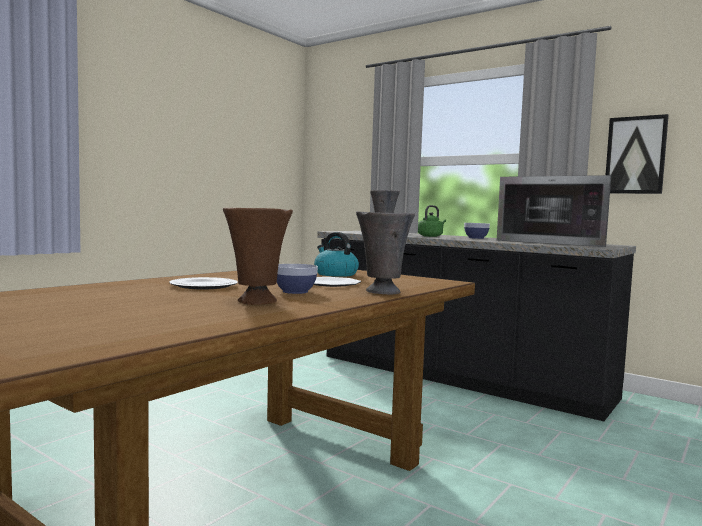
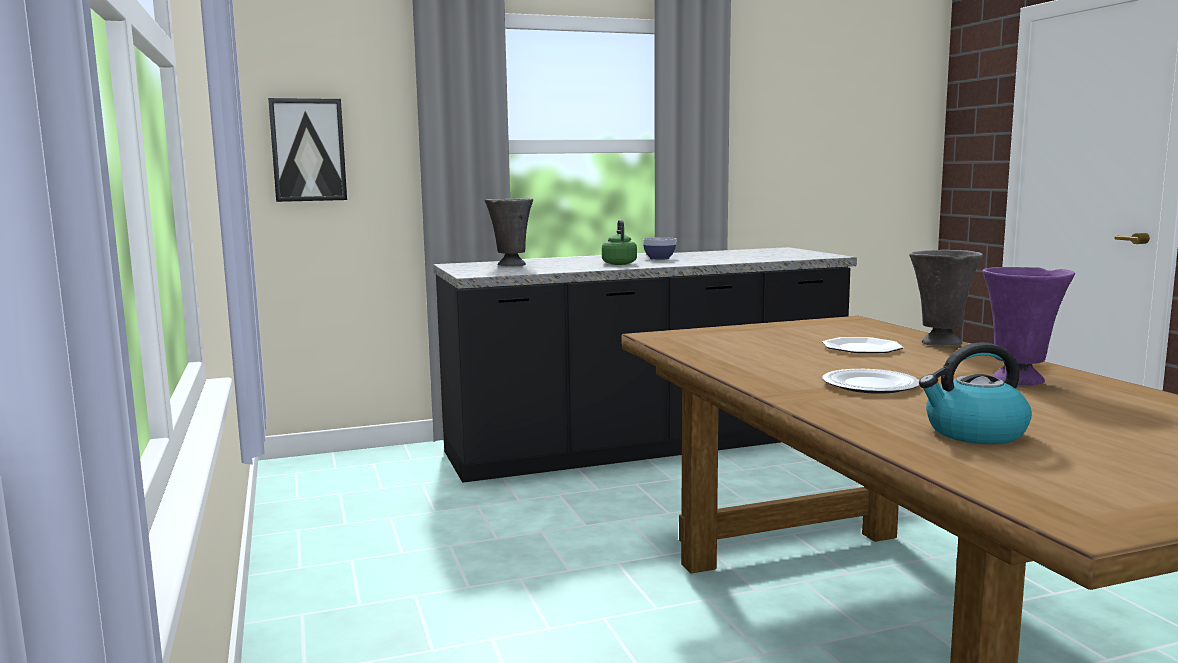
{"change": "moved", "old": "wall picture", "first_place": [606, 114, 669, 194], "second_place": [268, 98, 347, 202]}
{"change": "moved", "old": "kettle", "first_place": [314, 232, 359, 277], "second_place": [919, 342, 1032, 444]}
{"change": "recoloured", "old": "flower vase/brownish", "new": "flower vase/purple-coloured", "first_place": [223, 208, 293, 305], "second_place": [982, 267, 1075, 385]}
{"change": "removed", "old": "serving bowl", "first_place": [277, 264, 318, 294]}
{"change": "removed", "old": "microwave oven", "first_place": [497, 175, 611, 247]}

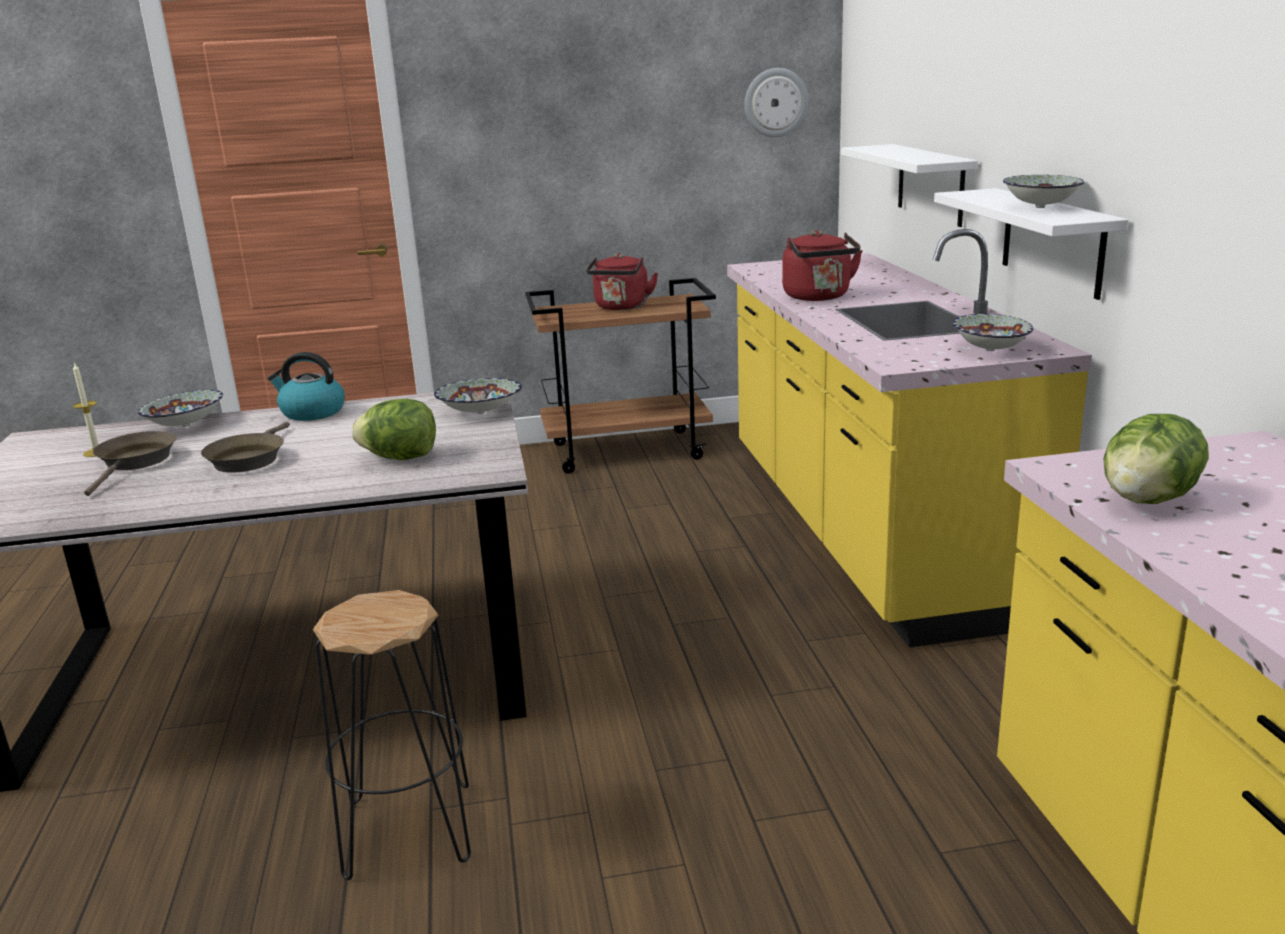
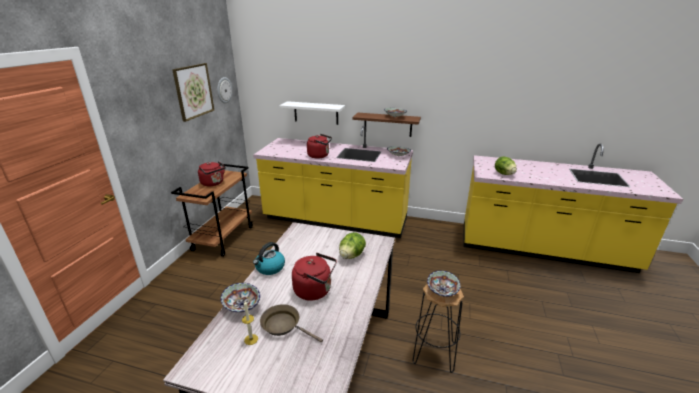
{"change": "added", "new": "wall picture", "second_place": [172, 63, 214, 122]}
{"change": "replaced", "old": "frying pan/brownish", "new": "kettle/red-coloured", "first_place": [201, 422, 290, 473], "second_place": [292, 253, 337, 301]}
{"change": "recoloured", "old": "wall shelf/white", "new": "wall shelf/brownish", "first_place": [934, 188, 1129, 300], "second_place": [352, 113, 421, 137]}
{"change": "moved", "old": "serving bowl", "first_place": [434, 378, 522, 414], "second_place": [427, 270, 460, 297]}

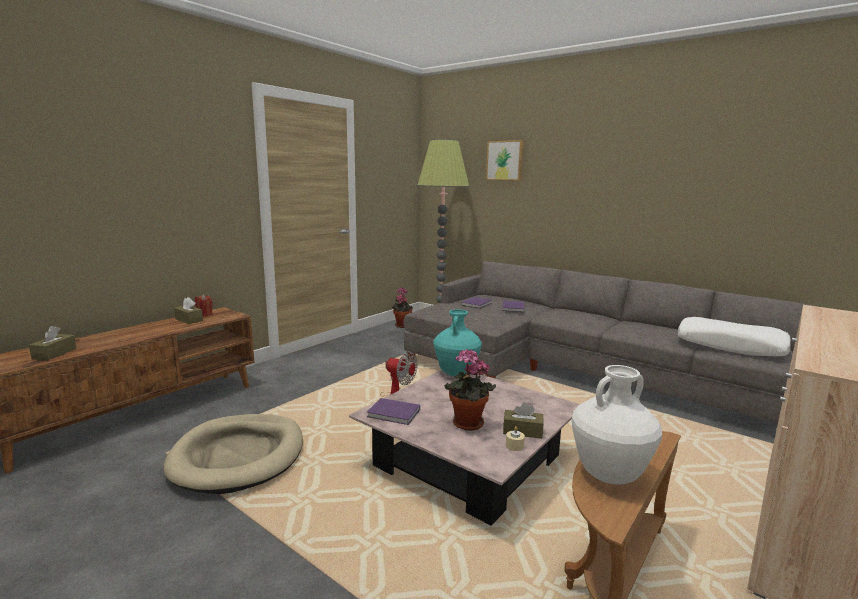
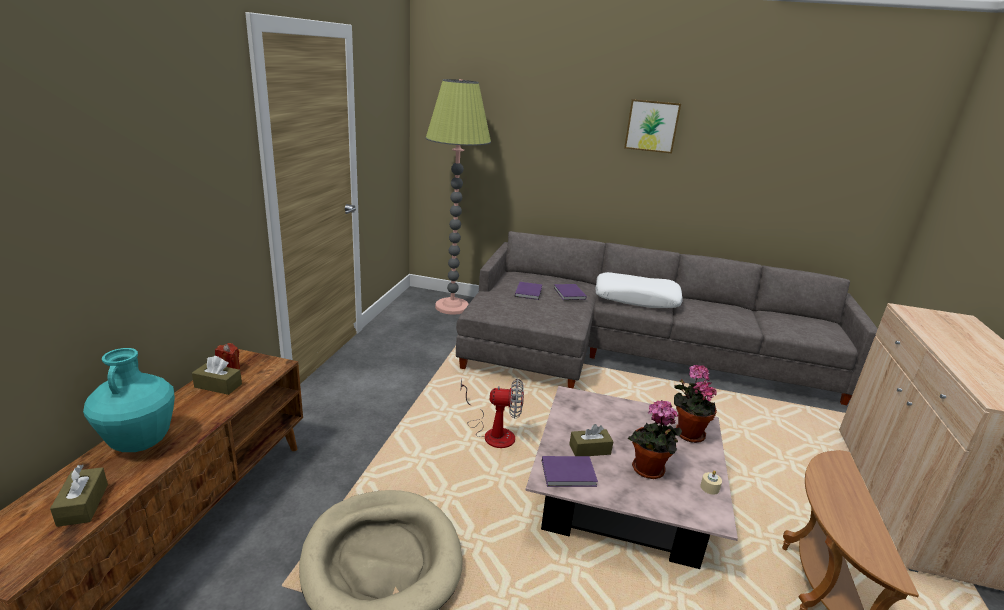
{"change": "moved", "old": "flower vase/turquoise-coloured", "first_place": [433, 309, 482, 376], "second_place": [83, 348, 175, 452]}
{"change": "moved", "old": "box of tissues/brownish", "first_place": [503, 402, 544, 439], "second_place": [569, 424, 614, 456]}
{"change": "moved", "old": "cushion/white", "first_place": [678, 317, 791, 356], "second_place": [596, 272, 682, 308]}
{"change": "moved", "old": "wall picture", "first_place": [486, 140, 524, 181], "second_place": [624, 99, 681, 154]}
{"change": "moved", "old": "potted plant", "first_place": [392, 287, 413, 328], "second_place": [674, 365, 717, 443]}
{"change": "removed", "old": "flower vase/white", "first_place": [572, 365, 662, 484]}

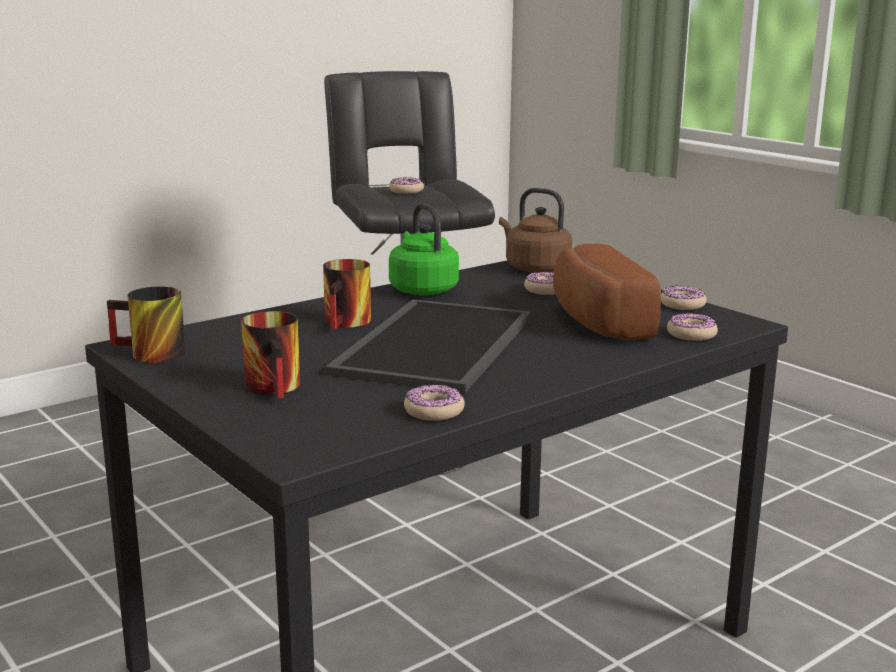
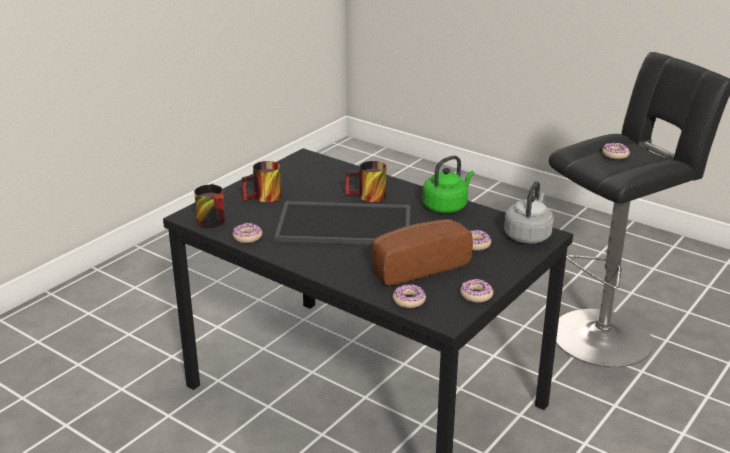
{"change": "moved", "old": "tea mug", "first_place": [107, 286, 186, 363], "second_place": [194, 184, 225, 228]}
{"change": "recoloured", "old": "kettle/brownish", "new": "kettle/gray", "first_place": [499, 188, 572, 273], "second_place": [504, 181, 553, 244]}

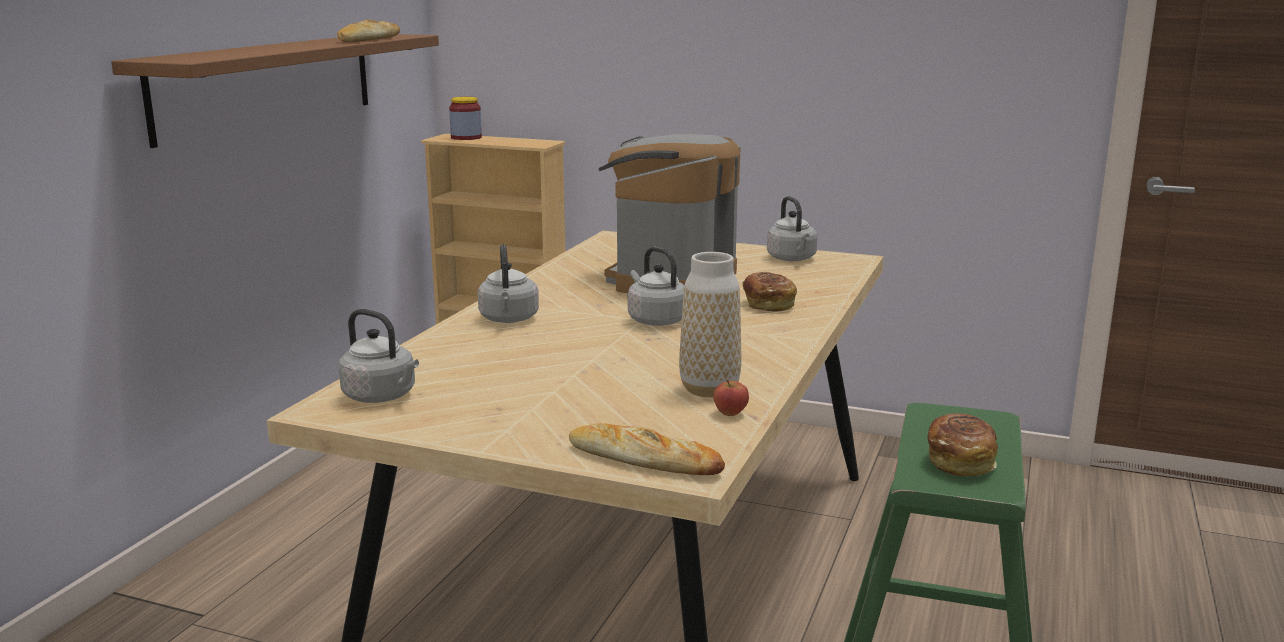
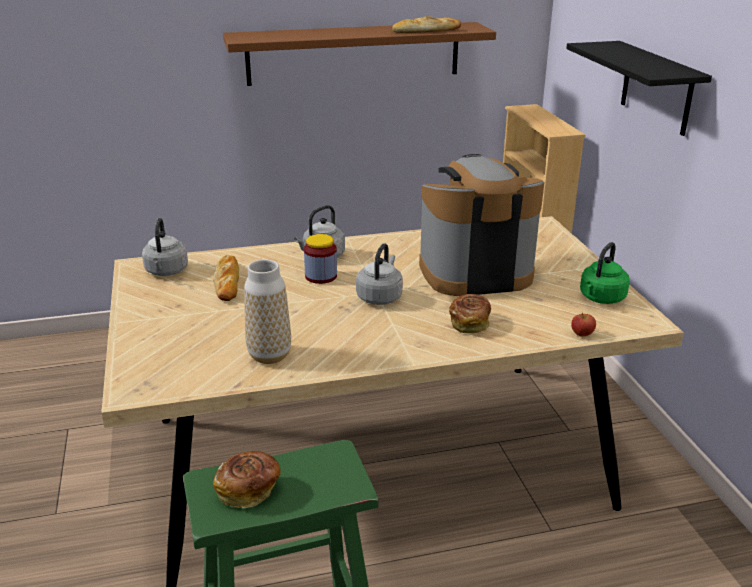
{"change": "moved", "old": "baked bread", "first_place": [569, 423, 725, 475], "second_place": [213, 255, 239, 301]}
{"change": "moved", "old": "jar", "first_place": [449, 97, 482, 140], "second_place": [304, 234, 337, 284]}
{"change": "added", "new": "wall shelf/black-coloured", "second_place": [566, 41, 712, 136]}
{"change": "moved", "old": "whole apple", "first_place": [713, 379, 749, 416], "second_place": [571, 312, 596, 337]}
{"change": "recoloured", "old": "kettle/gray", "new": "kettle/green", "first_place": [767, 196, 817, 261], "second_place": [580, 242, 630, 304]}

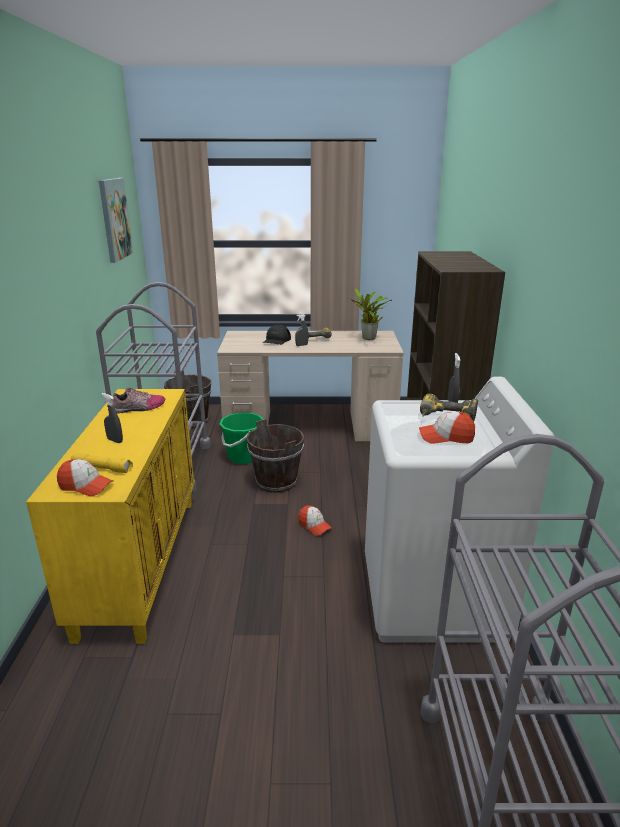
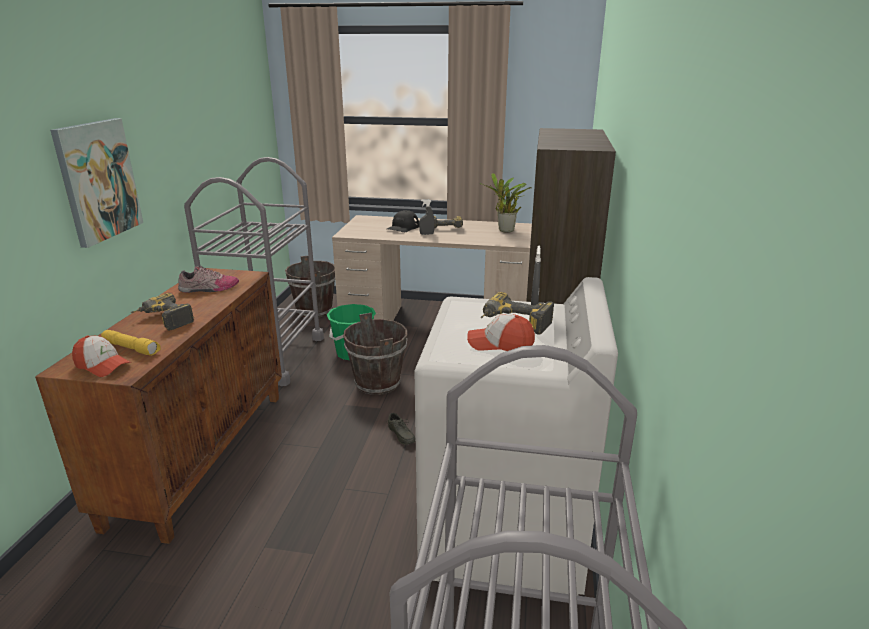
{"change": "recoloured", "old": "cabinet/yellow-coloured", "new": "cabinet/brownish", "first_place": [26, 389, 194, 644], "second_place": [35, 268, 282, 544]}
{"change": "moved", "old": "wall picture", "first_place": [99, 178, 133, 263], "second_place": [50, 118, 143, 248]}
{"change": "replaced", "old": "hand sprayer/gray", "new": "power drill", "first_place": [102, 393, 123, 443], "second_place": [131, 293, 194, 330]}
{"change": "replaced", "old": "peaked cap", "new": "item of footwear/gray", "first_place": [298, 505, 332, 536], "second_place": [386, 413, 415, 445]}

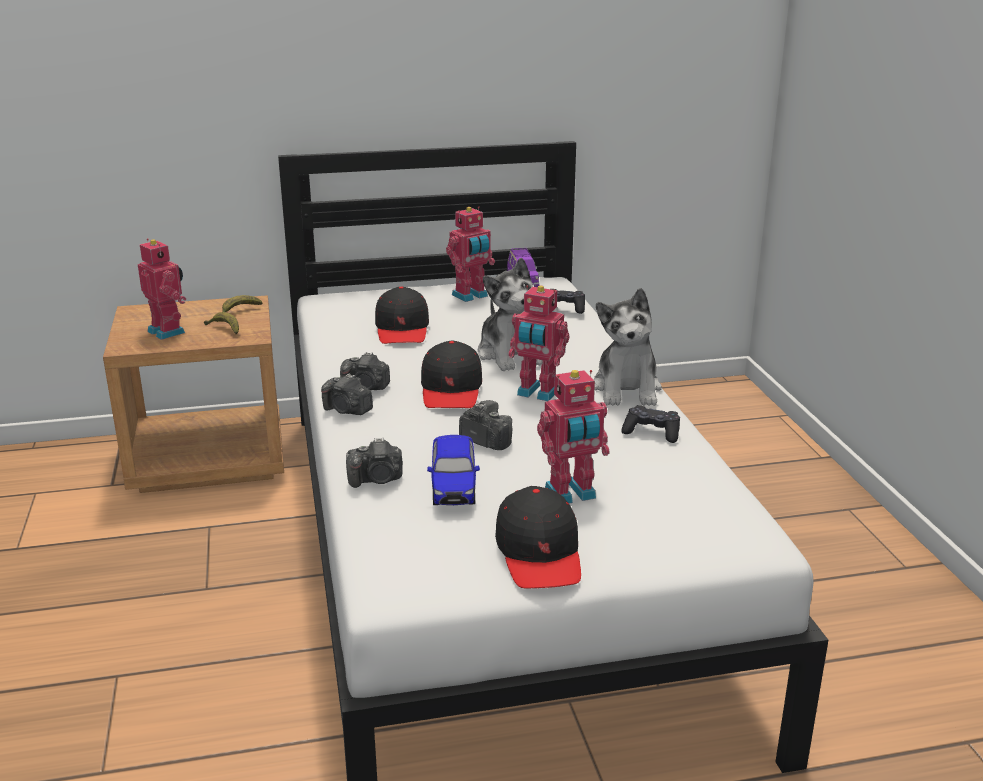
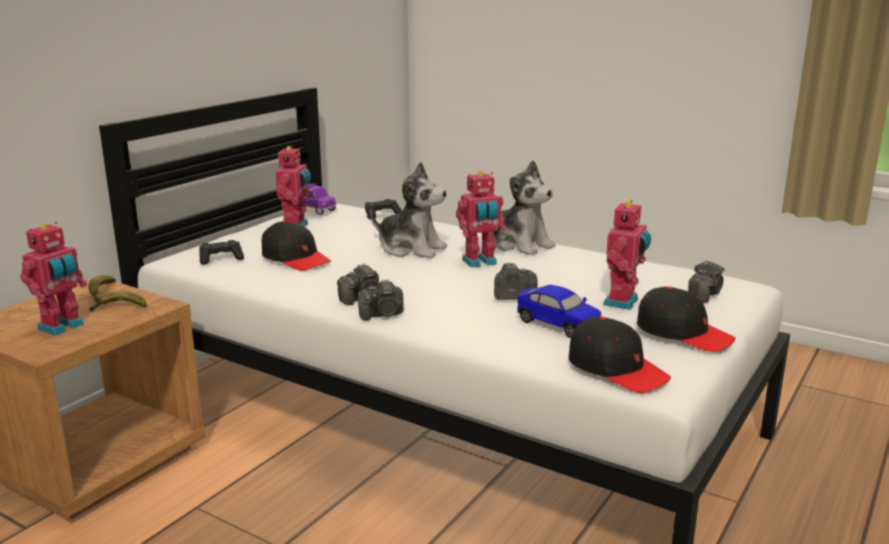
{"change": "turned", "old": "robot figure", "first_place": [138, 238, 186, 340], "second_place": [20, 222, 87, 336], "degrees": 120}
{"change": "moved", "old": "joypad/black-coloured", "first_place": [621, 405, 680, 443], "second_place": [199, 240, 244, 265]}
{"change": "moved", "old": "peaked cap/black-coloured", "first_place": [421, 341, 482, 408], "second_place": [569, 317, 671, 393]}
{"change": "moved", "old": "photo camera", "first_place": [346, 438, 403, 488], "second_place": [688, 260, 725, 303]}

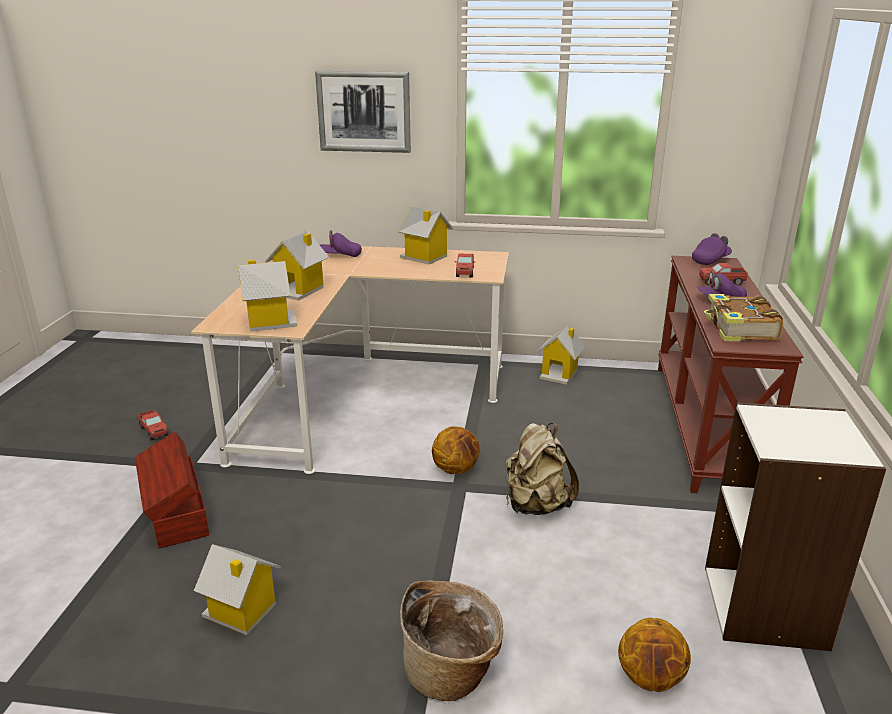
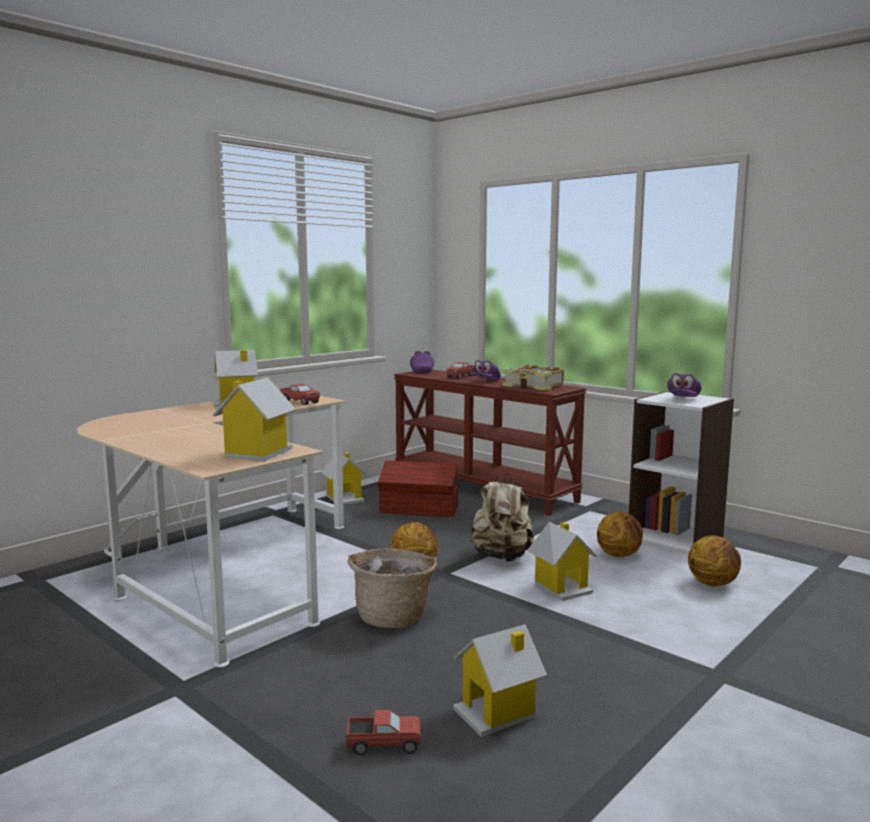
{"change": "moved", "old": "toy lorry", "first_place": [137, 410, 168, 441], "second_place": [346, 710, 421, 755]}
{"change": "moved", "old": "basket", "first_place": [400, 580, 503, 701], "second_place": [347, 548, 438, 628]}
{"change": "moved", "old": "storage container/brownish", "first_place": [135, 432, 209, 548], "second_place": [378, 460, 458, 517]}
{"change": "moved", "old": "model house", "first_place": [265, 231, 329, 301], "second_place": [527, 521, 597, 601]}
{"change": "added", "new": "basketball", "second_place": [597, 512, 643, 557]}
{"change": "moved", "old": "peaked cap/purple-coloured", "first_place": [320, 230, 362, 257], "second_place": [667, 373, 701, 397]}
{"change": "removed", "old": "wall picture", "first_place": [315, 71, 411, 153]}

